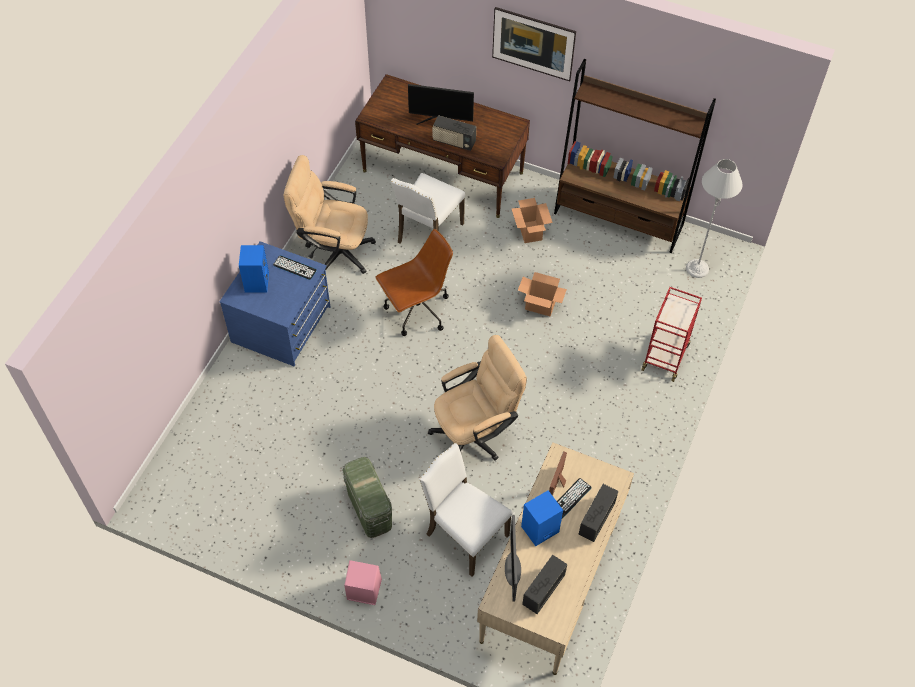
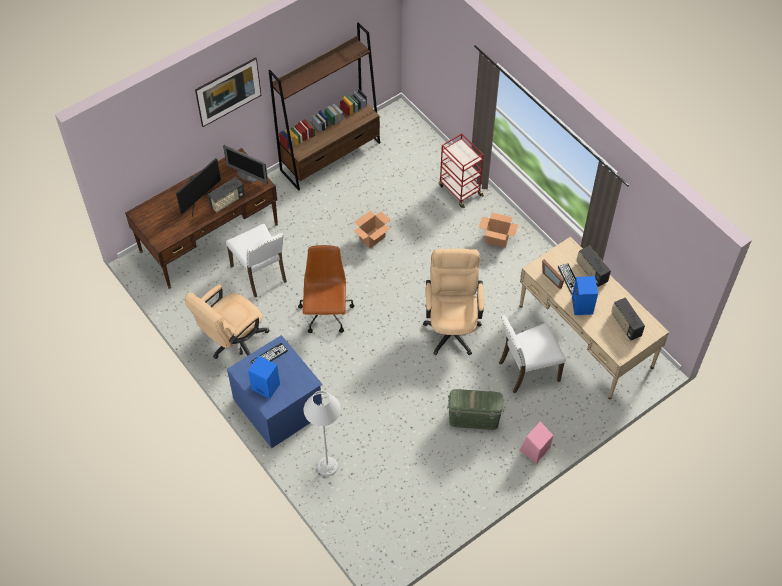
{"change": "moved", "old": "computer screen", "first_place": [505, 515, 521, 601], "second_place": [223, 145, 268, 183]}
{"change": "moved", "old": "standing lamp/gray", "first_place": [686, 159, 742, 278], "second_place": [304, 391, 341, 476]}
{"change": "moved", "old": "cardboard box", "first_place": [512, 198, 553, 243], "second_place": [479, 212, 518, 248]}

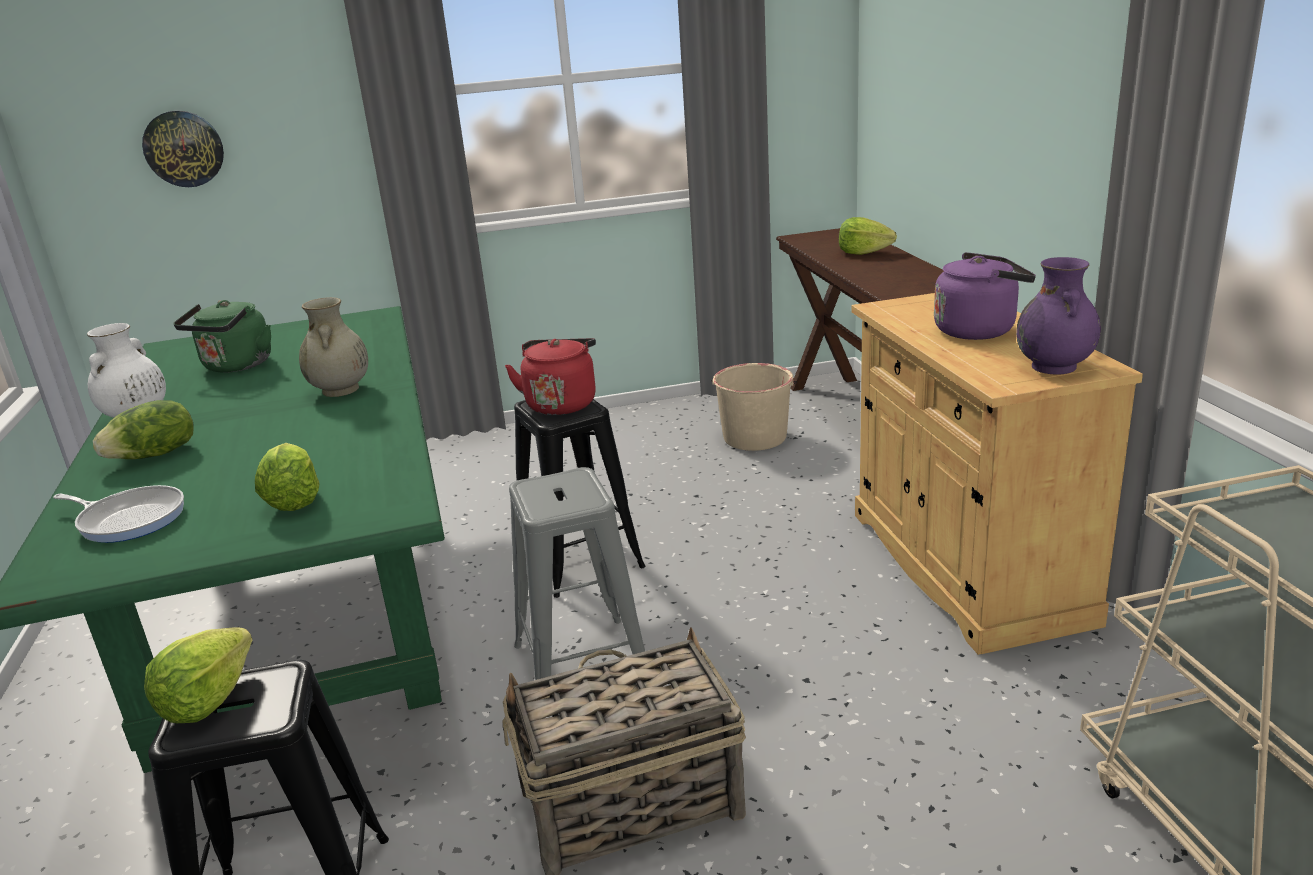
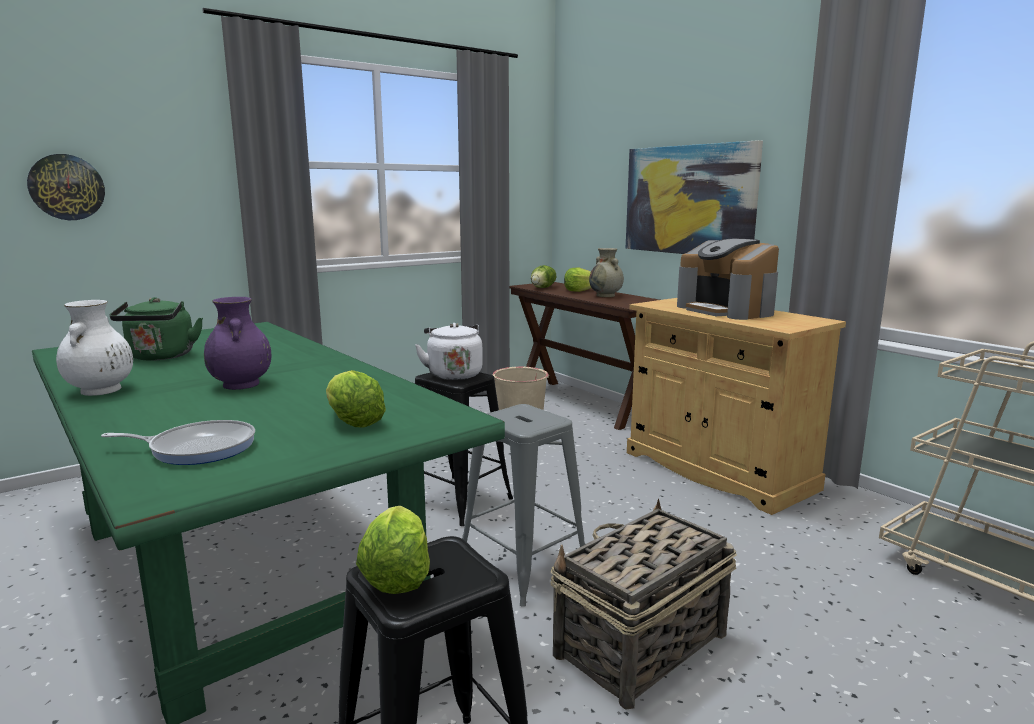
{"change": "moved", "old": "flower vase/purple-coloured", "first_place": [1016, 257, 1101, 375], "second_place": [204, 297, 271, 390]}
{"change": "recoloured", "old": "kettle/red-coloured", "new": "kettle/white", "first_place": [505, 338, 596, 415], "second_place": [415, 323, 483, 380]}
{"change": "moved", "old": "lettuce", "first_place": [93, 400, 194, 459], "second_place": [531, 265, 556, 288]}
{"change": "moved", "old": "flower vase/sand-coloured", "first_place": [299, 297, 368, 397], "second_place": [589, 248, 624, 297]}
{"change": "added", "new": "wall picture", "second_place": [626, 140, 763, 254]}
{"change": "replaced", "old": "kettle/purple-coloured", "new": "coffee brewer", "first_place": [934, 252, 1036, 340], "second_place": [677, 239, 779, 320]}

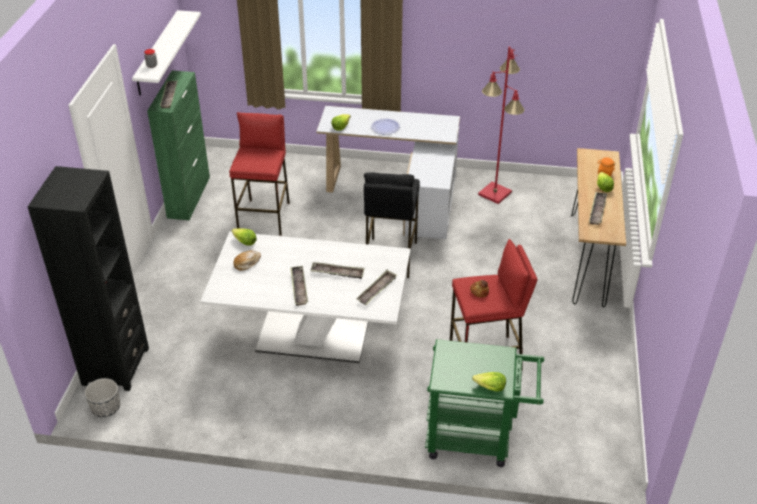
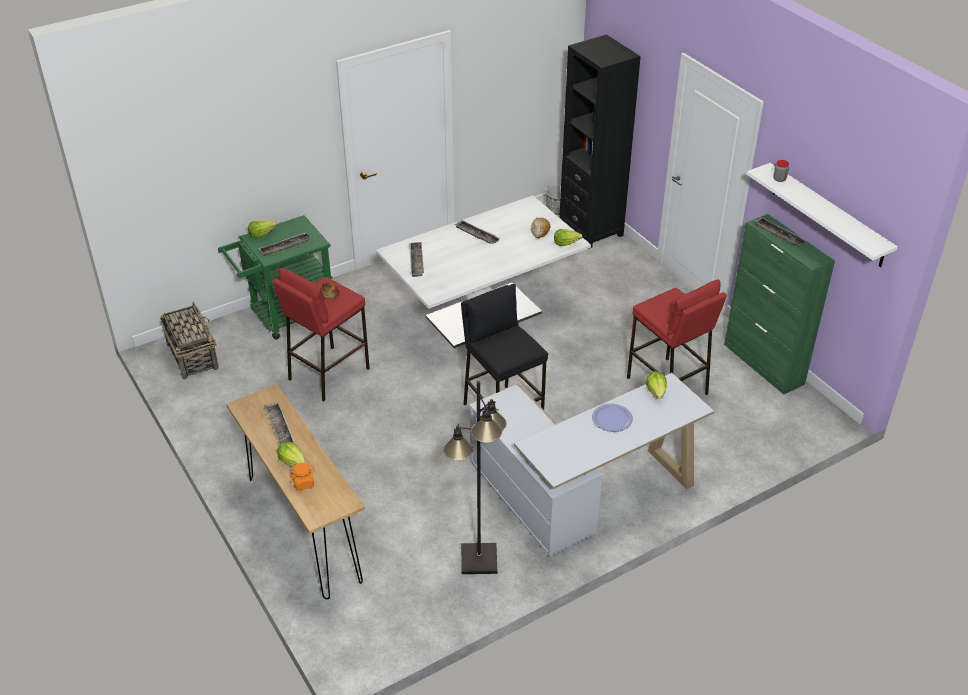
{"change": "added", "new": "basket", "second_place": [160, 302, 219, 380]}
{"change": "moved", "old": "serving tray", "first_place": [310, 262, 365, 279], "second_place": [258, 233, 311, 256]}
{"change": "recoloured", "old": "standing lamp/red-coloured", "new": "standing lamp/black-coloured", "first_place": [478, 47, 524, 204], "second_place": [443, 381, 507, 574]}

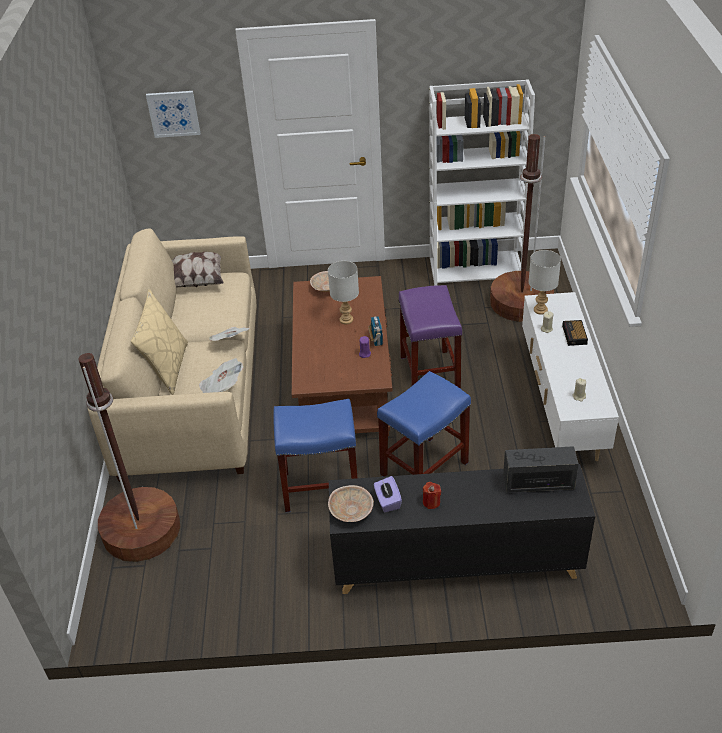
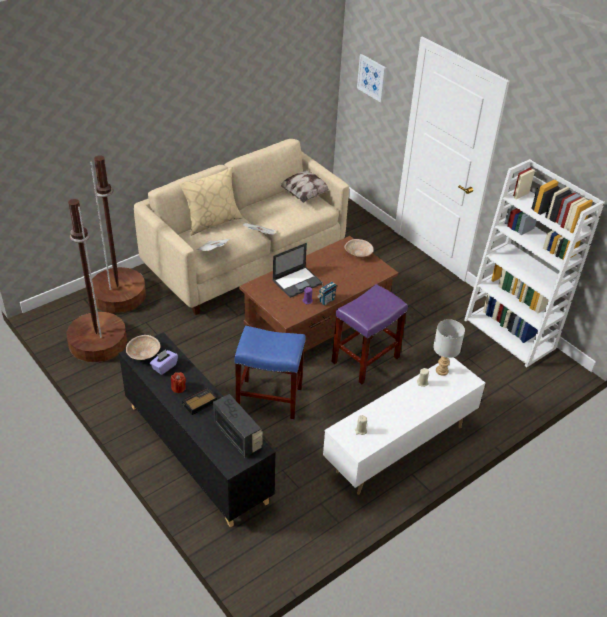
{"change": "moved", "old": "standing lamp/brownish", "first_place": [490, 134, 554, 322], "second_place": [66, 199, 127, 363]}
{"change": "moved", "old": "alarm clock", "first_place": [562, 320, 588, 346], "second_place": [182, 388, 217, 415]}
{"change": "added", "new": "portable computer", "second_place": [273, 243, 322, 298]}
{"change": "removed", "old": "sitting stool/blue", "first_place": [273, 399, 357, 512]}
{"change": "removed", "old": "table lamp/gray", "first_place": [328, 261, 359, 324]}

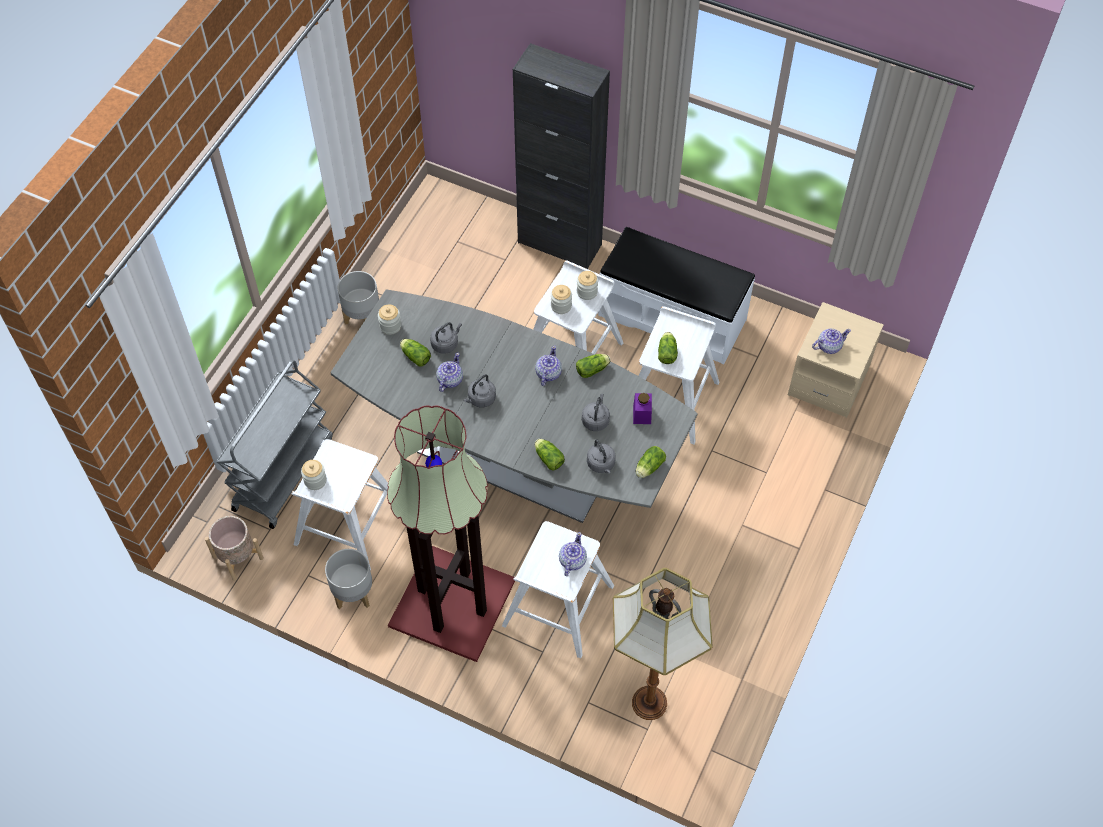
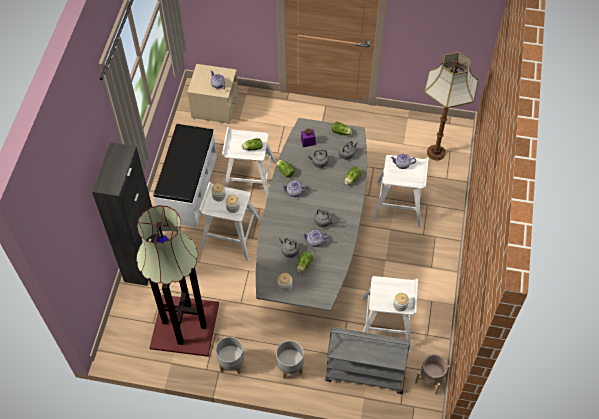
{"change": "moved", "old": "standing lamp", "first_place": [387, 406, 515, 662], "second_place": [136, 205, 219, 357]}
{"change": "moved", "old": "plant pot/gray", "first_place": [325, 549, 372, 609], "second_place": [276, 341, 304, 379]}

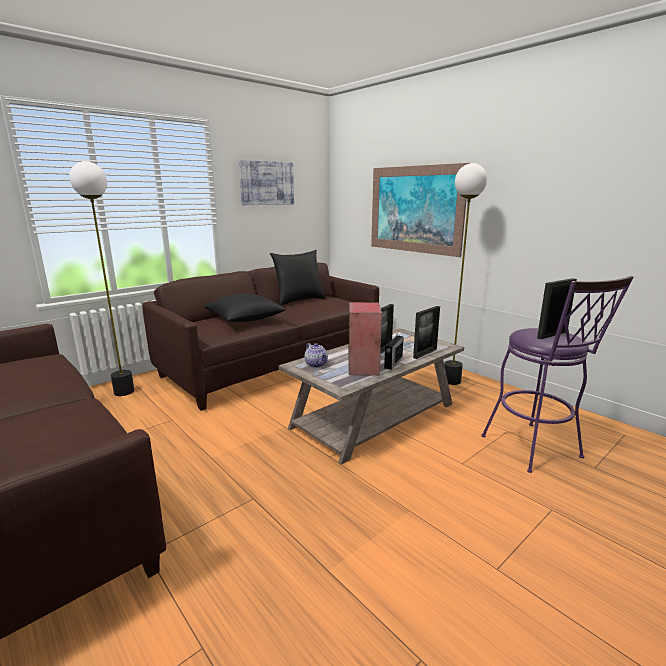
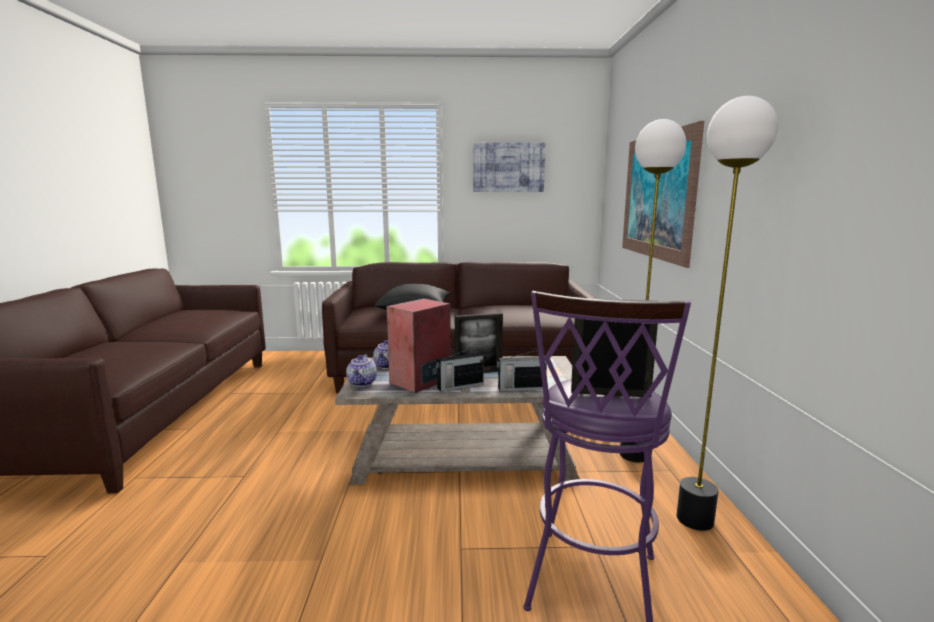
{"change": "added", "new": "teapot", "second_place": [346, 354, 377, 387]}
{"change": "replaced", "old": "photo frame", "new": "radio receiver", "first_place": [413, 306, 440, 359], "second_place": [497, 350, 547, 391]}
{"change": "moved", "old": "standing lamp", "first_place": [69, 161, 134, 396], "second_place": [677, 96, 778, 531]}
{"change": "removed", "old": "cushion/black-coloured", "first_place": [270, 250, 326, 306]}

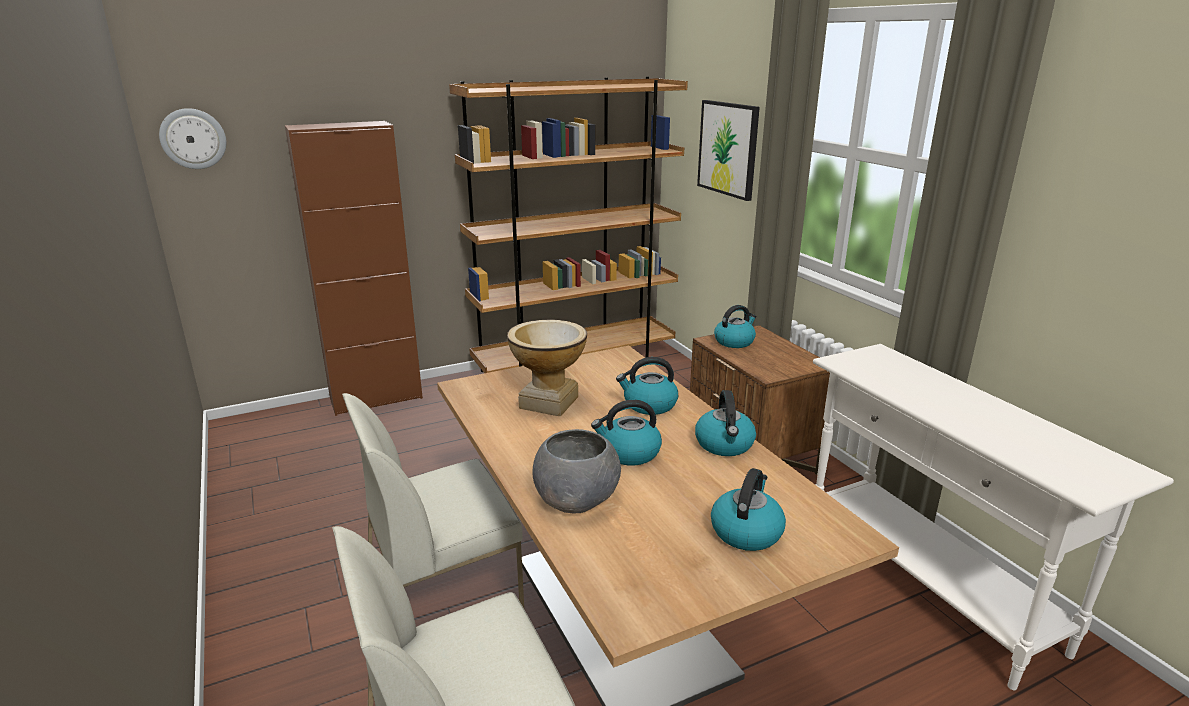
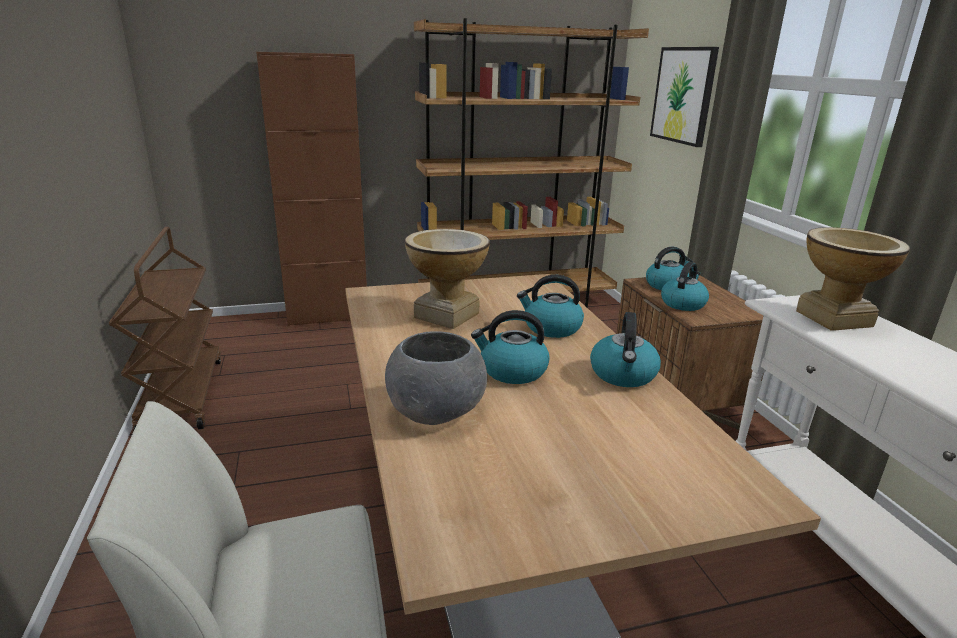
{"change": "added", "new": "wheeled cart/brownish", "second_place": [109, 227, 221, 432]}
{"change": "moved", "old": "kettle", "first_place": [711, 468, 786, 551], "second_place": [661, 262, 709, 311]}
{"change": "added", "new": "flower vase", "second_place": [796, 227, 910, 331]}
{"change": "removed", "old": "wall clock", "first_place": [159, 108, 227, 169]}
{"change": "removed", "old": "chair/white", "first_place": [342, 393, 524, 608]}

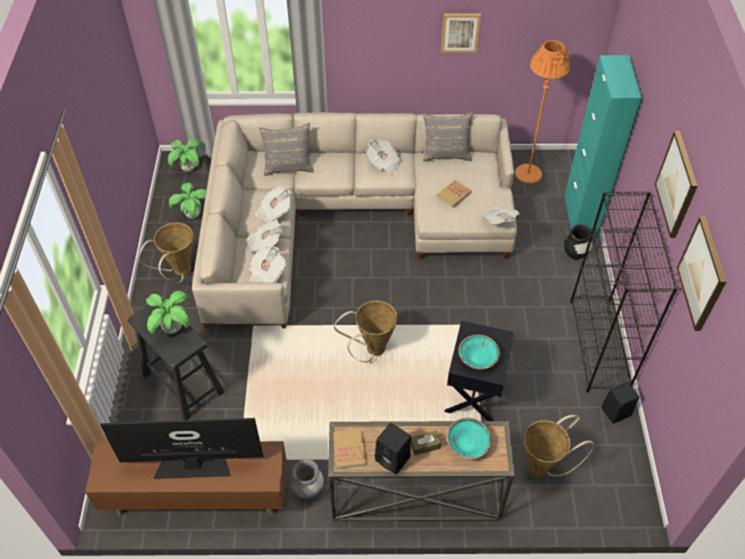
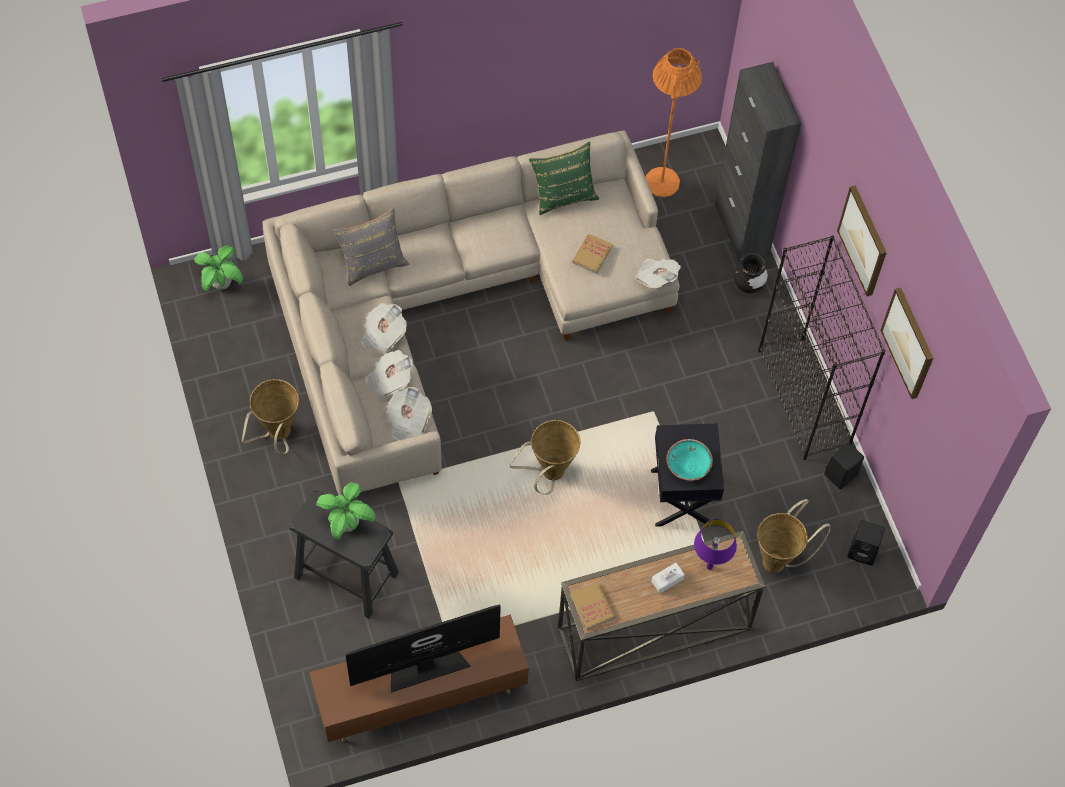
{"change": "recoloured", "old": "cushion/gray", "new": "cushion/green", "first_place": [423, 112, 473, 162], "second_place": [529, 141, 599, 215]}
{"change": "recoloured", "old": "box of tissues/brownish", "new": "box of tissues/white", "first_place": [411, 431, 441, 455], "second_place": [651, 563, 685, 593]}
{"change": "replaced", "old": "serving bowl/turquoise-coloured", "new": "table lamp/purple-coloured", "first_place": [446, 418, 492, 459], "second_place": [694, 519, 737, 570]}
{"change": "recoloured", "old": "cabinet/turquoise-coloured", "new": "cabinet/black-coloured", "first_place": [564, 55, 642, 238], "second_place": [715, 62, 801, 263]}
{"change": "moved", "old": "audio speaker/black-coloured", "first_place": [375, 423, 411, 474], "second_place": [847, 520, 885, 566]}
{"change": "removed", "old": "potted plant", "first_place": [169, 182, 206, 219]}
{"change": "removed", "old": "flower vase/gray", "first_place": [290, 459, 324, 499]}
{"change": "removed", "old": "printed paper", "first_place": [367, 139, 402, 174]}
{"change": "removed", "old": "wall picture", "first_place": [441, 13, 481, 53]}

